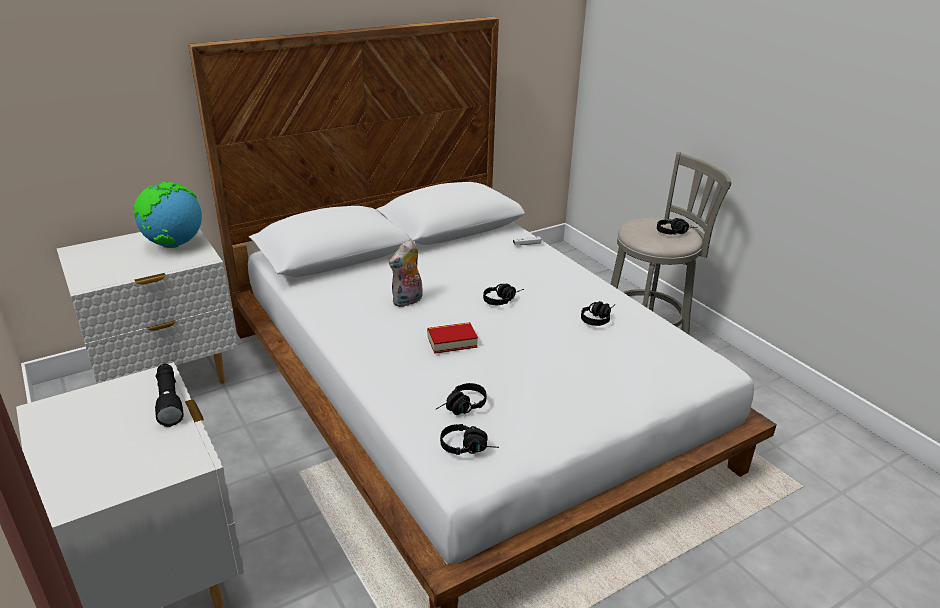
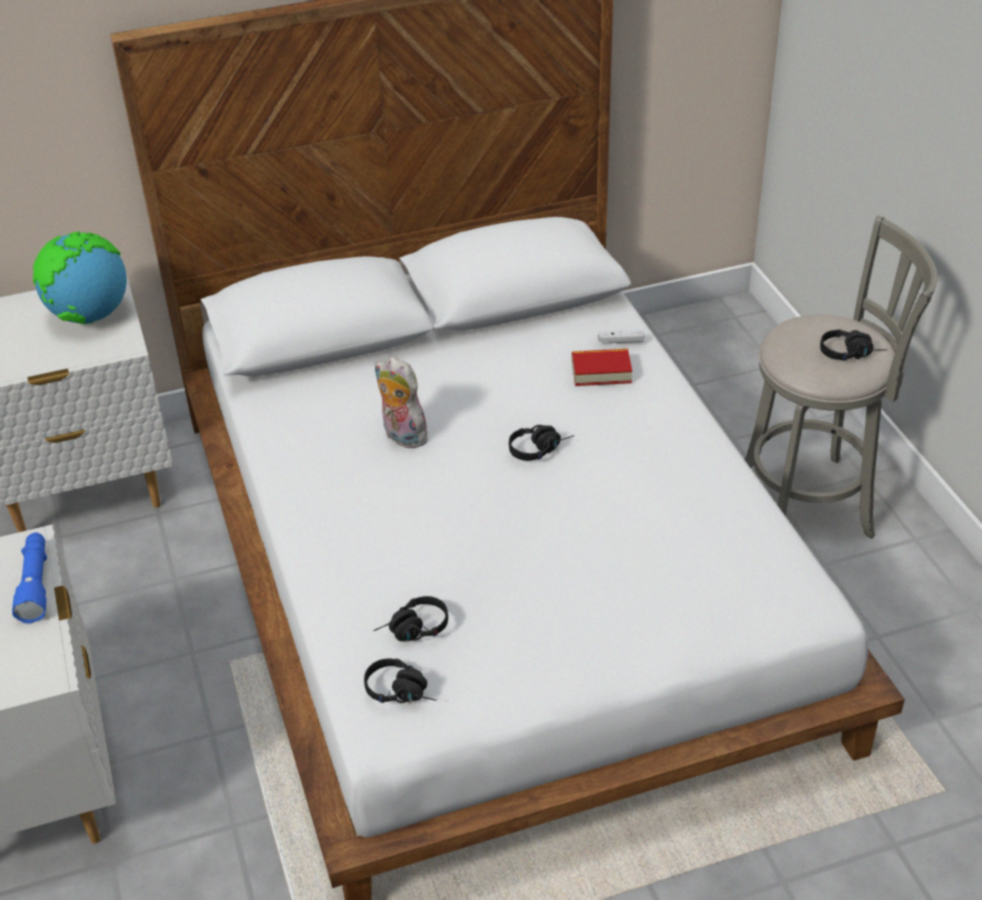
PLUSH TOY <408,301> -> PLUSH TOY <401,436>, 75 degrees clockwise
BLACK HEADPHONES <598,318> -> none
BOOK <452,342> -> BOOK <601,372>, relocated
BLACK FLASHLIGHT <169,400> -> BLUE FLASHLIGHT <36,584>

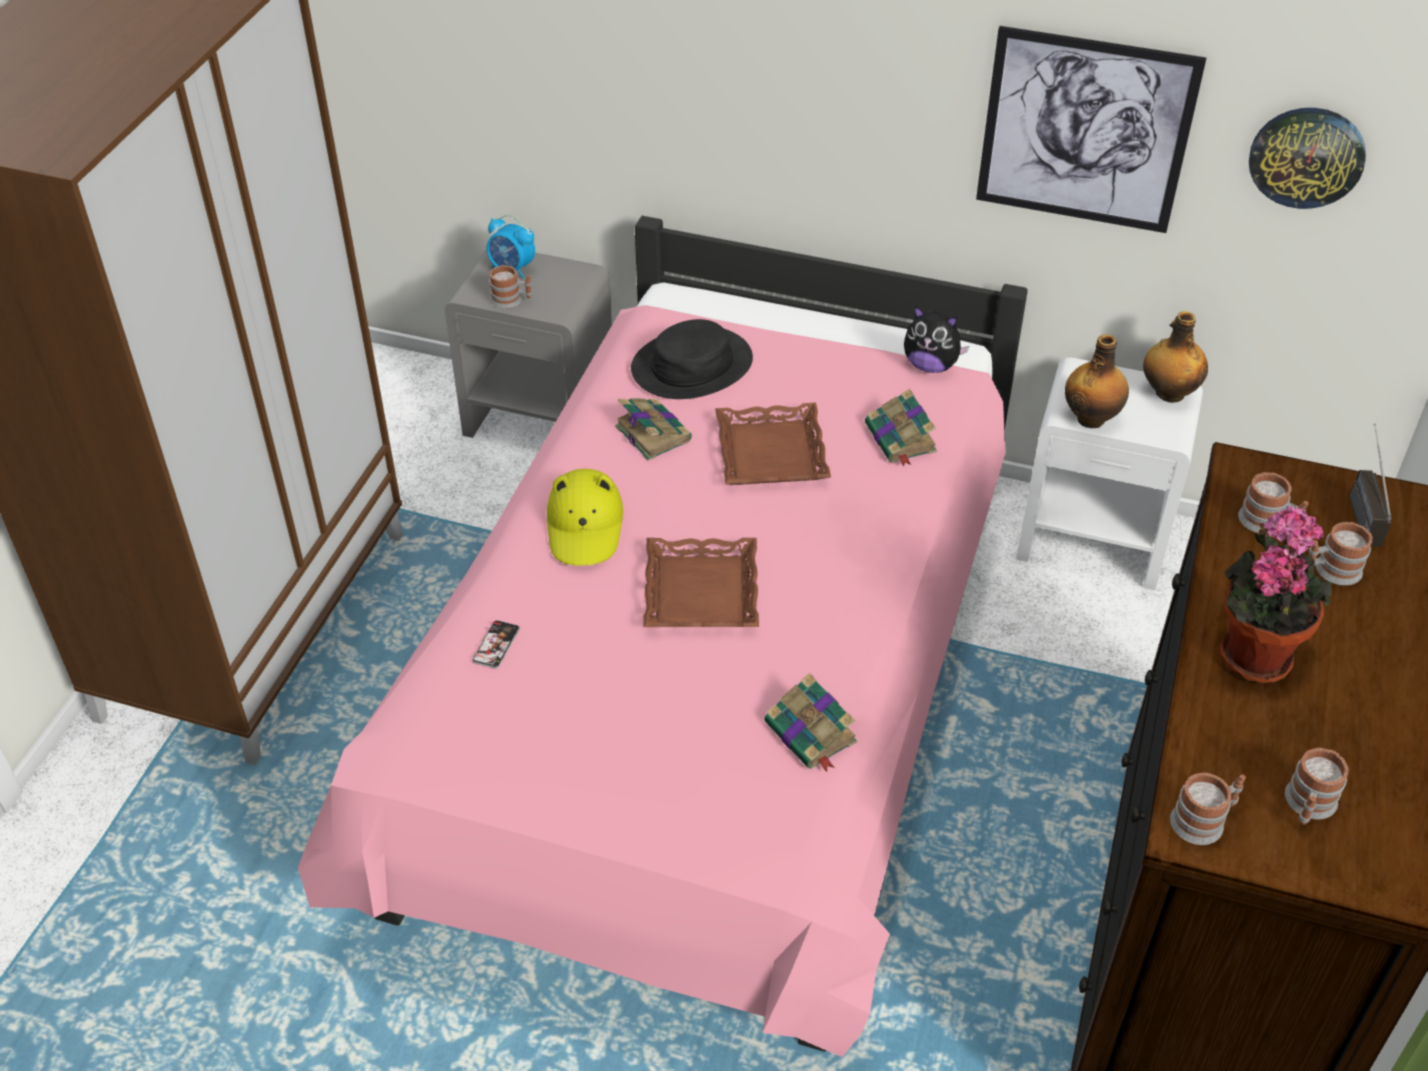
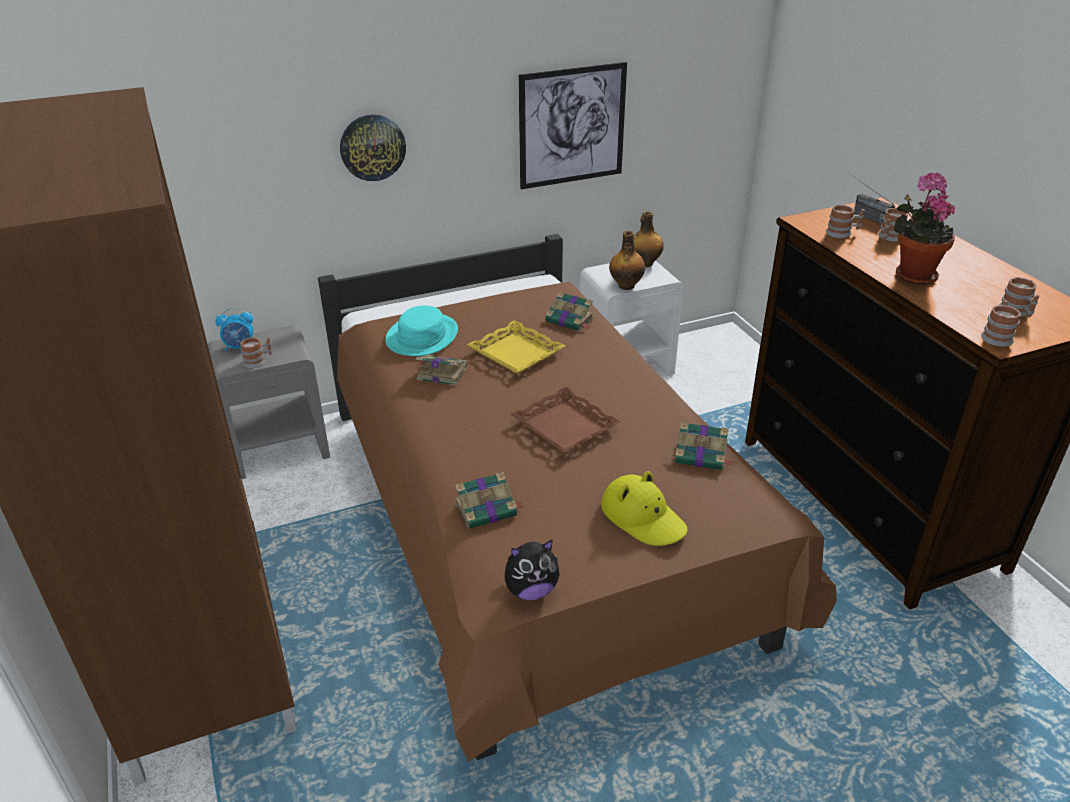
WALL CLOCK <1306,156> -> WALL CLOCK <372,147>, relocated
PINK BED <712,698> -> BROWN BED <534,527>
PLUSH TOY <931,365> -> PLUSH TOY <531,590>, relocated
BLACK HAT <691,365> -> TURQUOISE HAT <421,336>
BROWN TRAY <770,453> -> YELLOW TRAY <515,353>
YELLOW HAT <585,526> -> YELLOW HAT <643,517>, relocated
PHONE <496,645> -> BOOK <487,509>

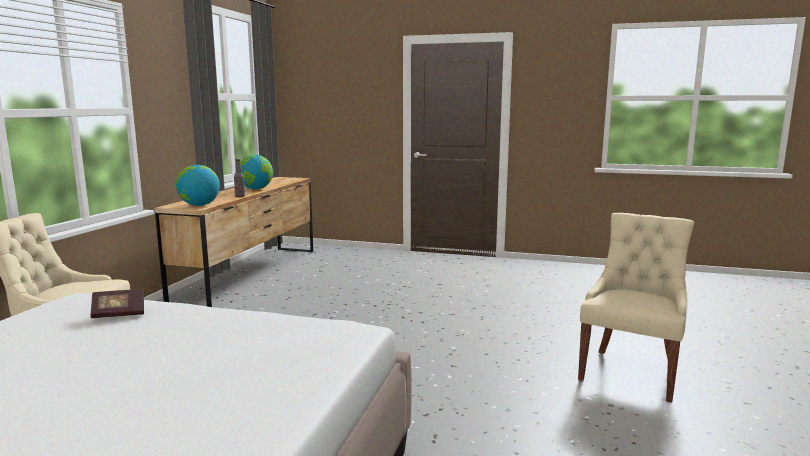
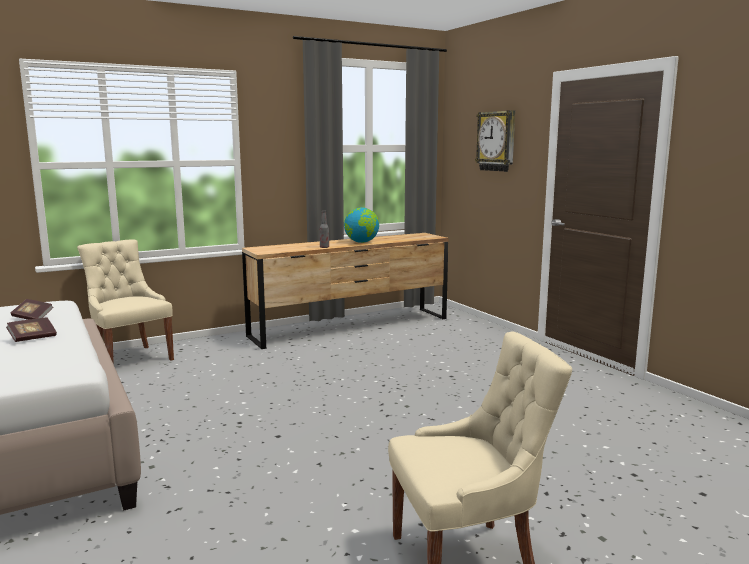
GLOBE <199,205> -> none
none -> WALL CLOCK <496,141>
none -> BOOK <32,338>

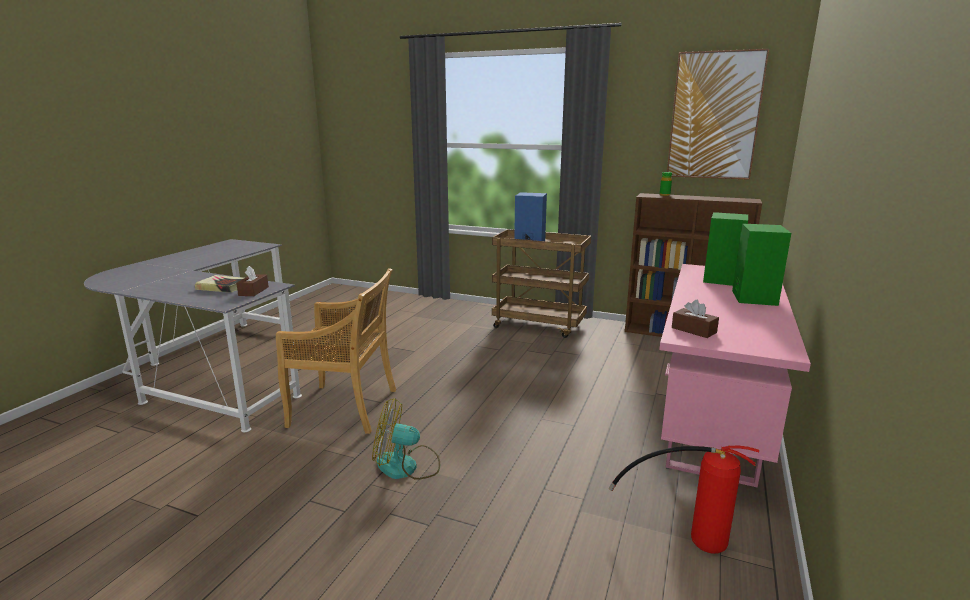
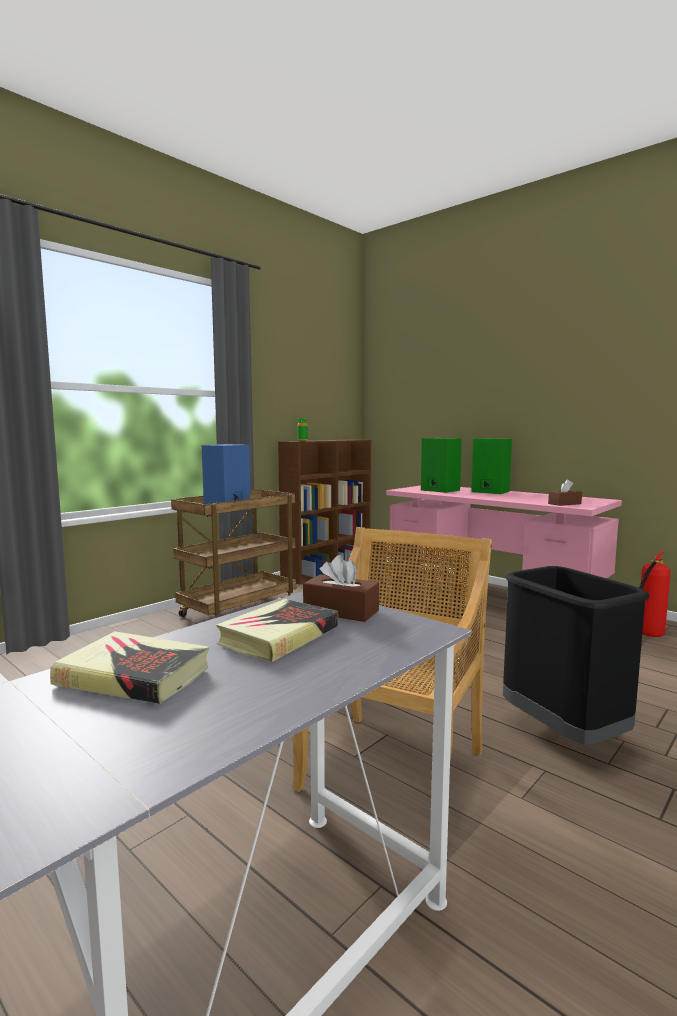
PICTURE <714,116> -> none
FAN <406,466> -> BLACK TRASH CAN <564,733>
none -> BOOK <134,676>

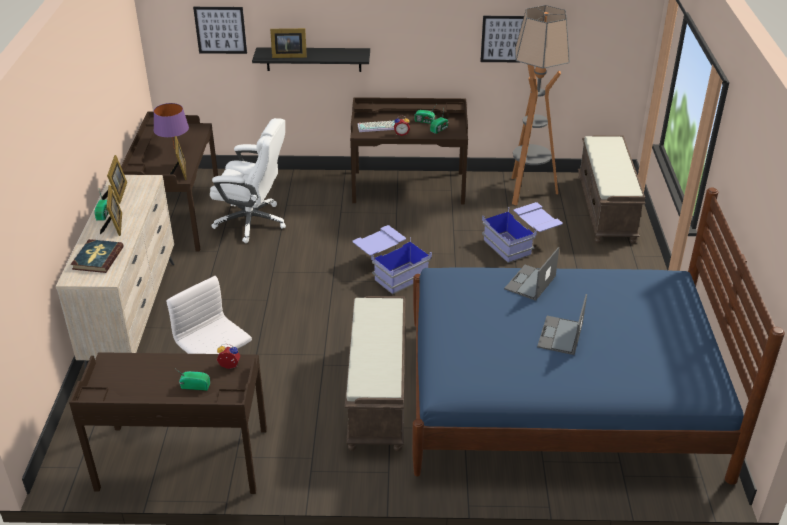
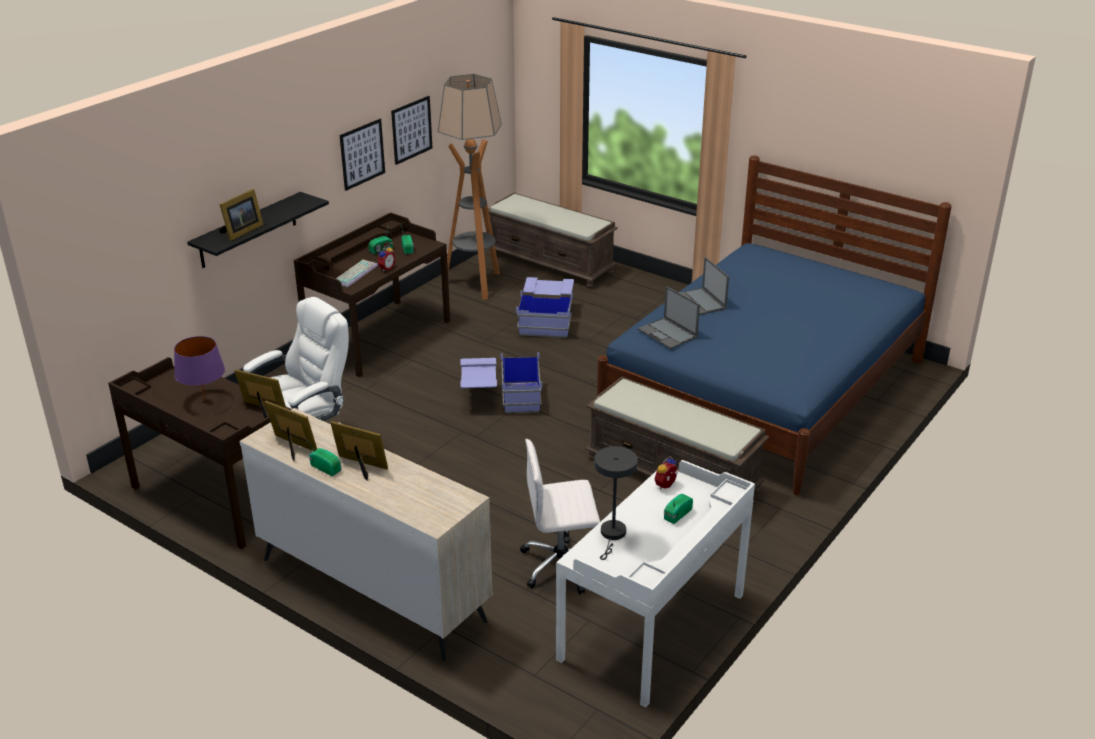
PICTURE <220,30> -> PICTURE <362,154>, relocated
BOOK <97,258> -> none
LAPTOP <560,336> -> LAPTOP <668,334>, relocated
BROWN DESK <183,460> -> WHITE DESK <653,627>
none -> GREY TABLE LAMP <612,535>

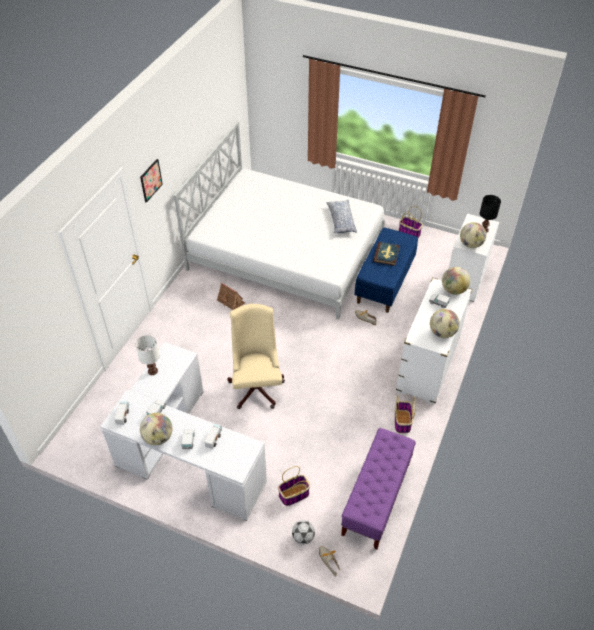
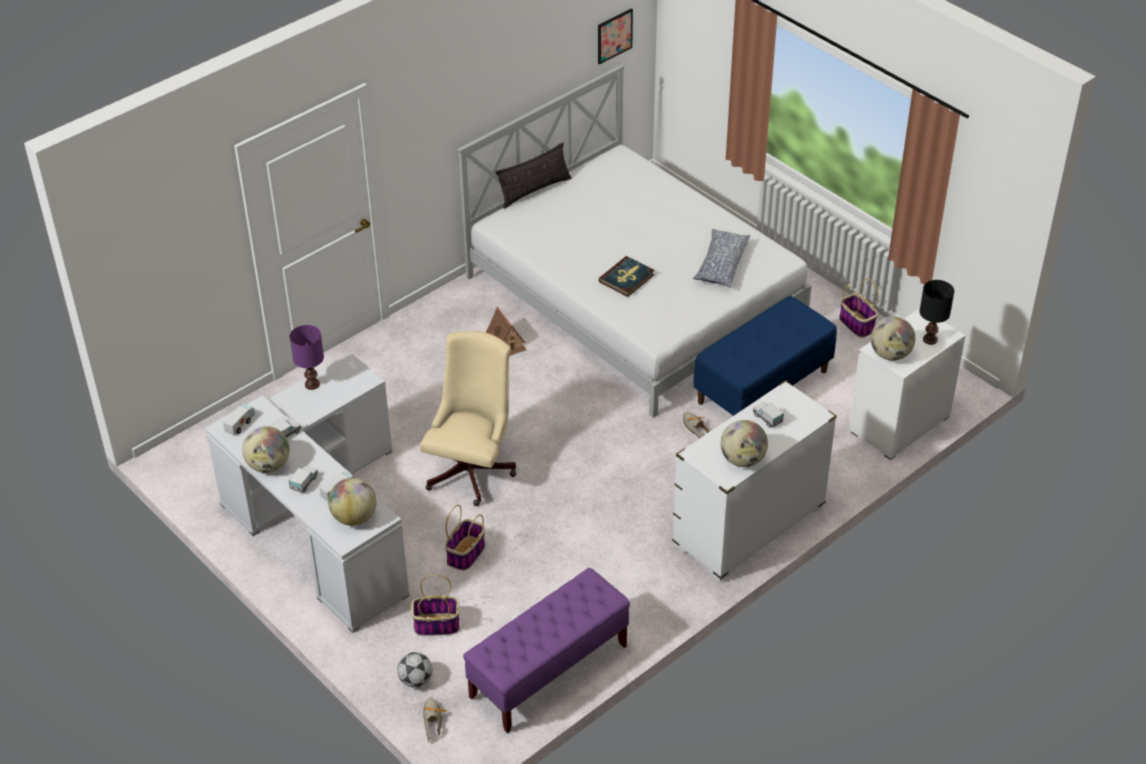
PICTURE <151,180> -> PICTURE <614,36>, relocated
BOOK <386,255> -> BOOK <627,278>, relocated
GLOBE <453,290> -> GLOBE <354,517>, relocated
WHITE TABLE LAMP <153,371> -> PURPLE TABLE LAMP <312,385>
BASKET <402,422> -> BASKET <466,554>, relocated
none -> PILLOW <534,190>

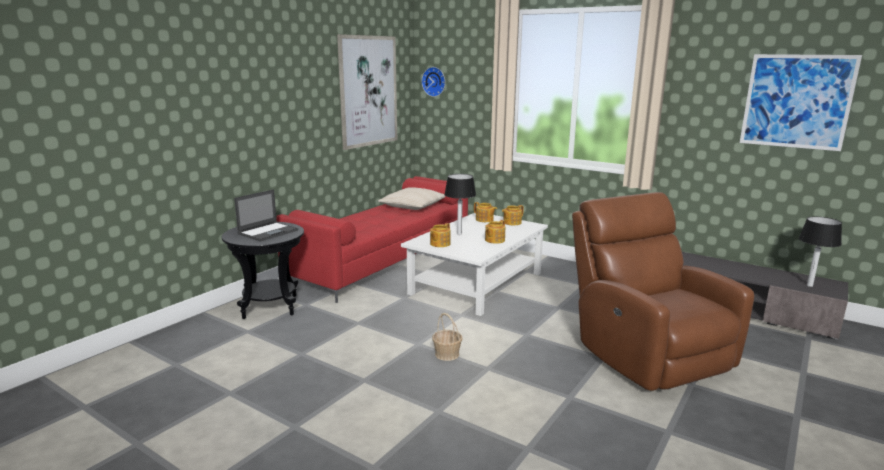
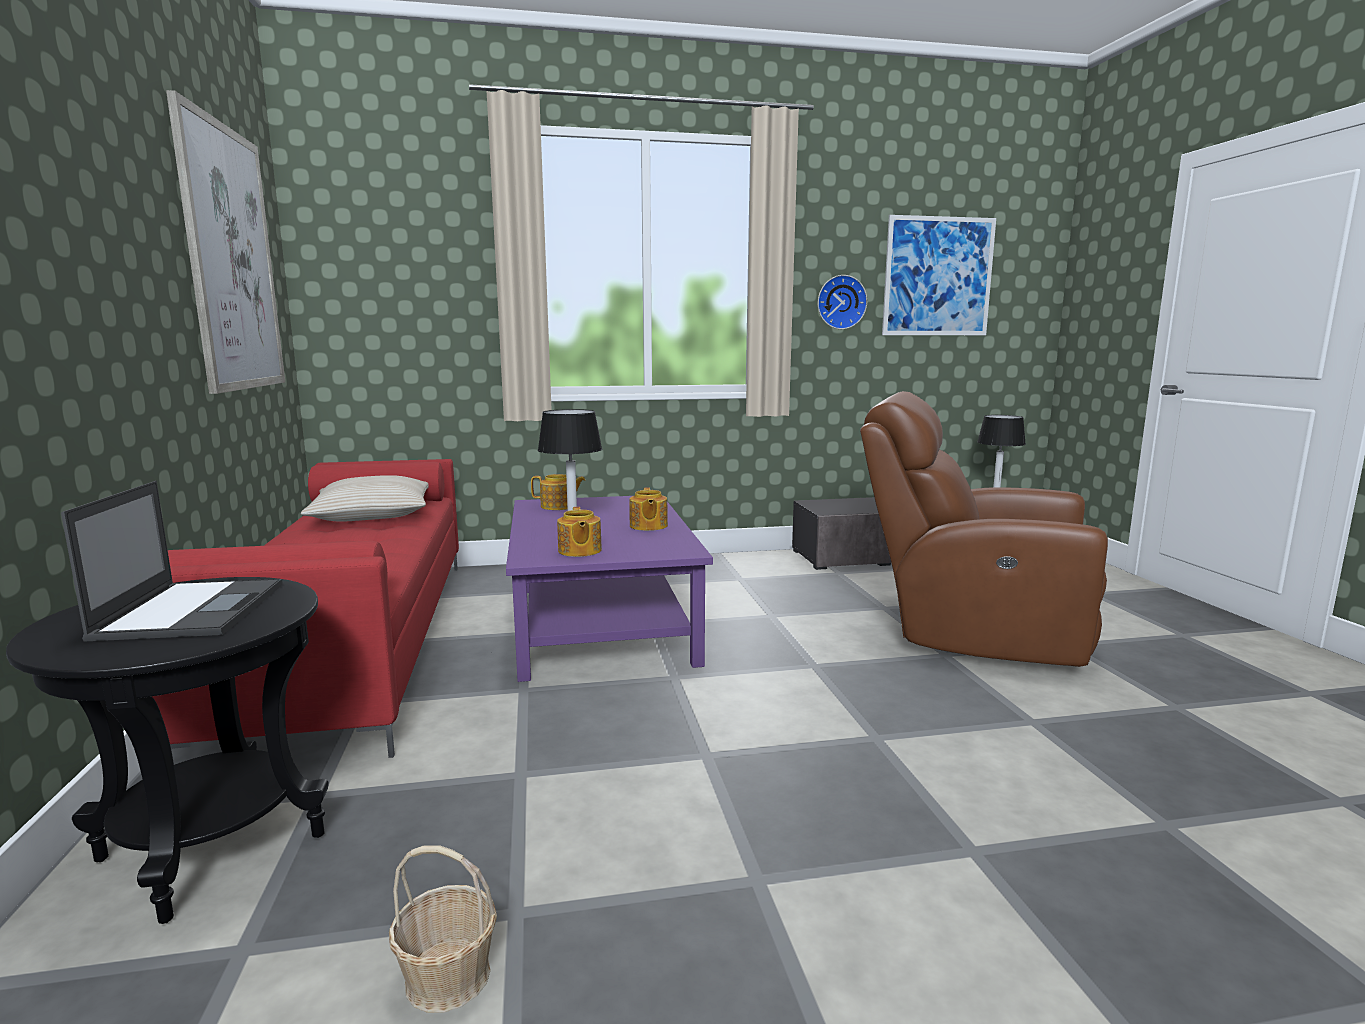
WALL CLOCK <434,81> -> WALL CLOCK <840,302>, relocated
TEAPOT <511,222> -> none
WHITE COFFEE TABLE <476,283> -> PURPLE COFFEE TABLE <600,623>
BASKET <447,354> -> BASKET <448,977>, relocated

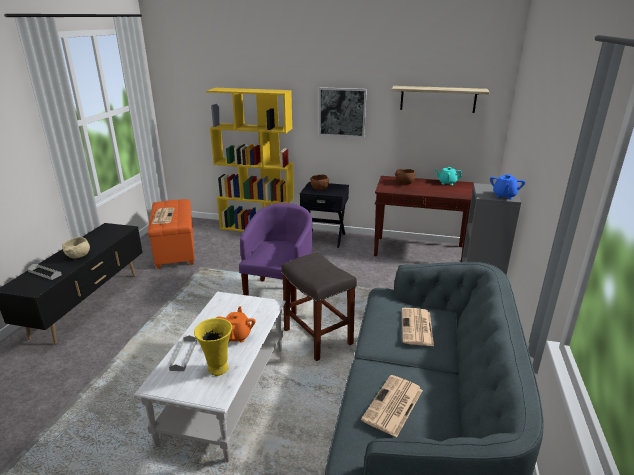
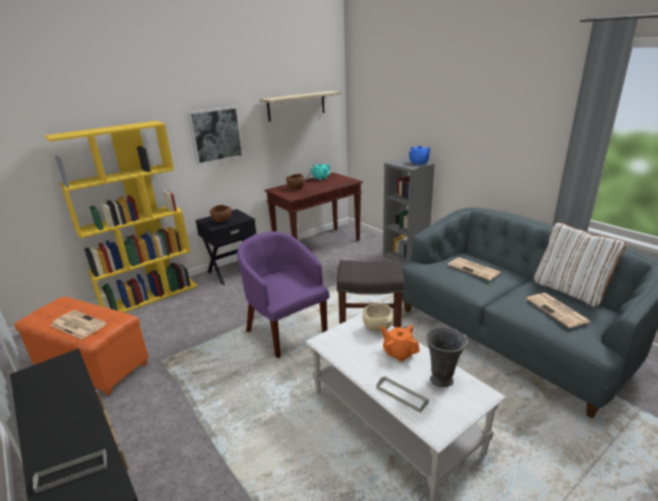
BEIGE BOWL <78,257> -> BEIGE BOWL <378,328>, relocated
YELLOW VASE <218,369> -> GREY VASE <442,380>
none -> WHITE PILLOW <569,291>

